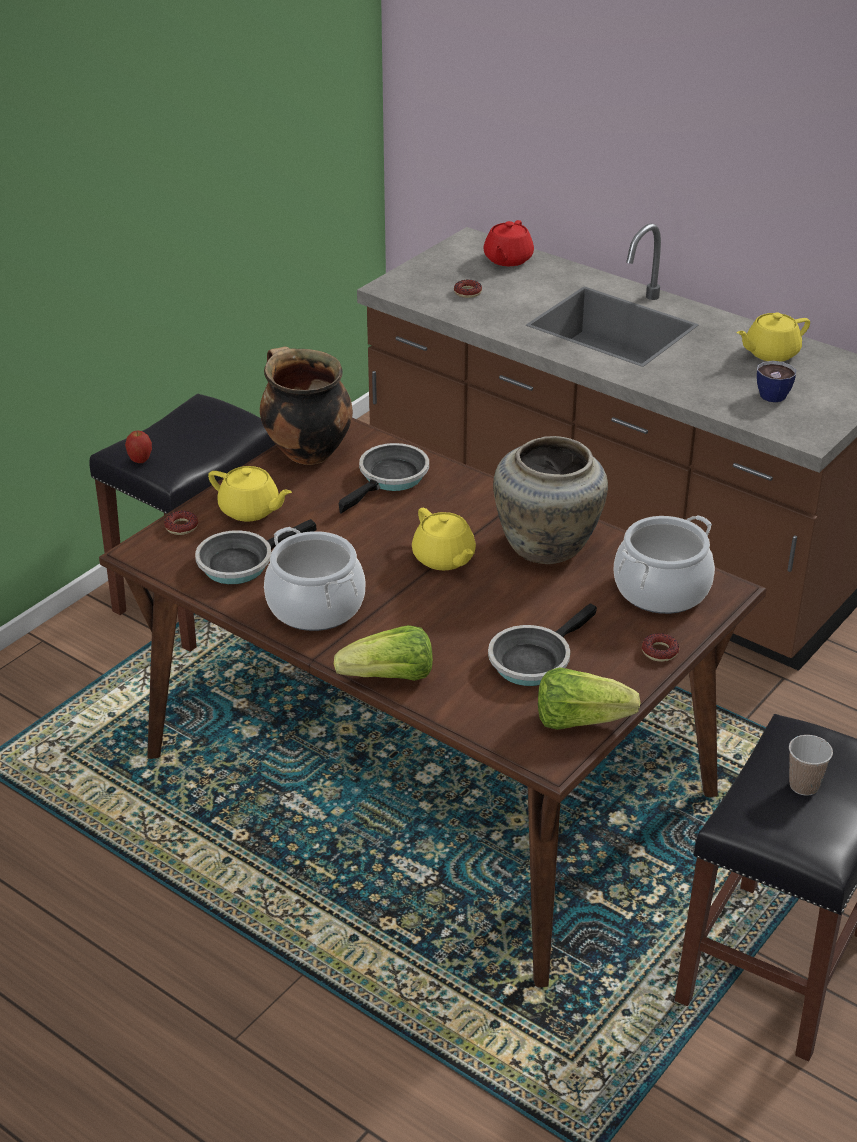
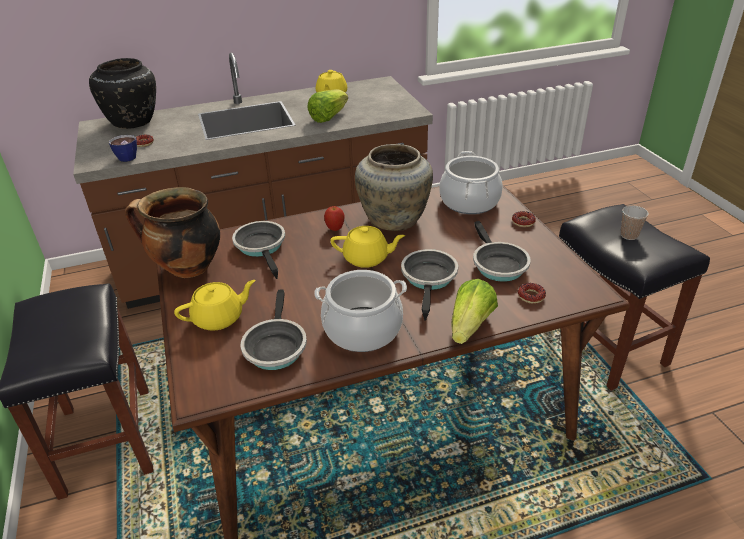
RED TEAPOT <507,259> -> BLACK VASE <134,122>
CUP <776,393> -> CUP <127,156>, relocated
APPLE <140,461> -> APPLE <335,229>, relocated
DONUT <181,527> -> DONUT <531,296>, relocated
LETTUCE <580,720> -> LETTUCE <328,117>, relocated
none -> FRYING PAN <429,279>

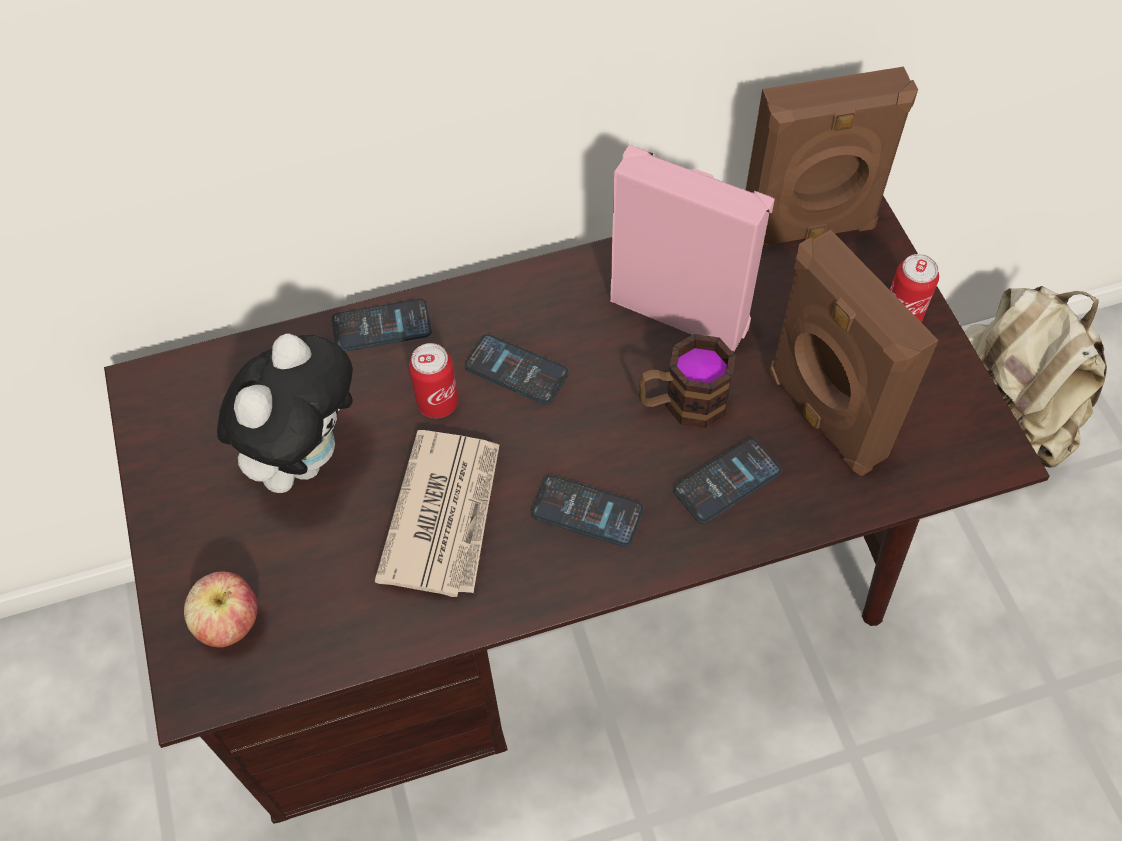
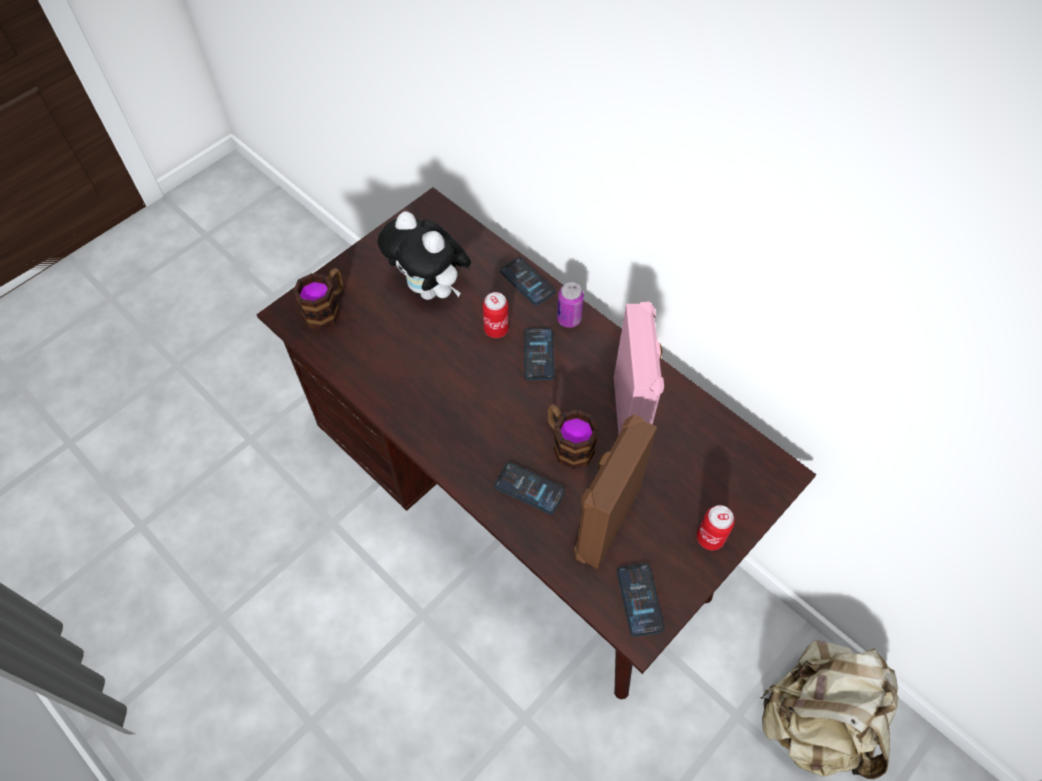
BROWN SPEAKER <808,230> -> none
PLUSH TOY <305,456> -> PLUSH TOY <431,290>, 45 degrees clockwise
NEWSPAPER <445,514> -> none
PHONE <587,511> -> PHONE <640,599>, relocated
APPLE <230,623> -> MUG <327,308>
none -> CAN <569,319>

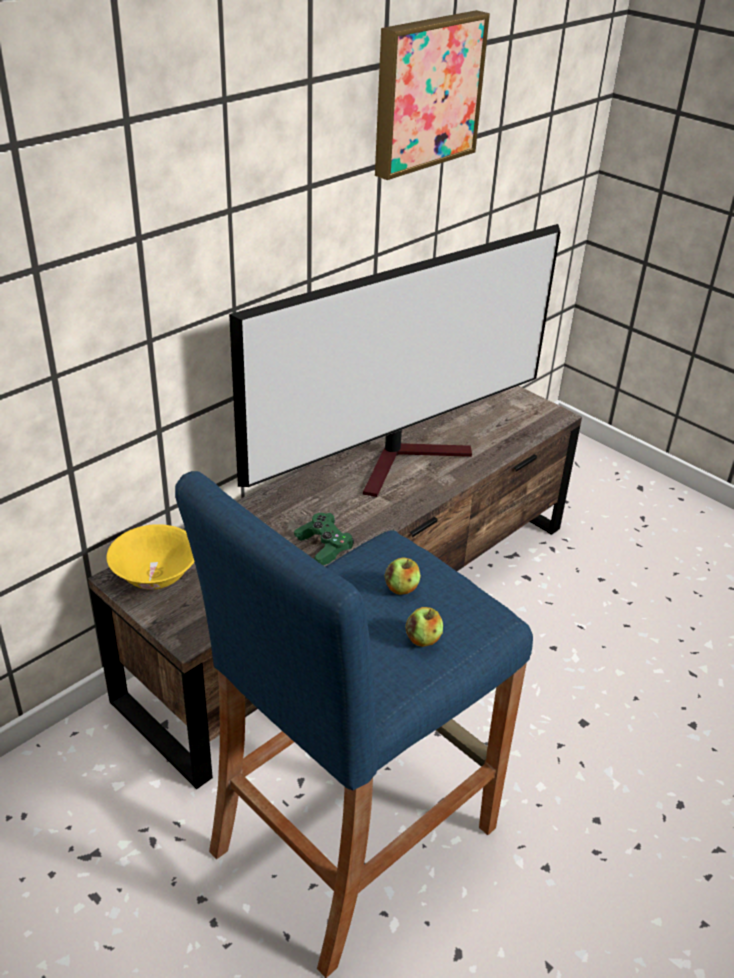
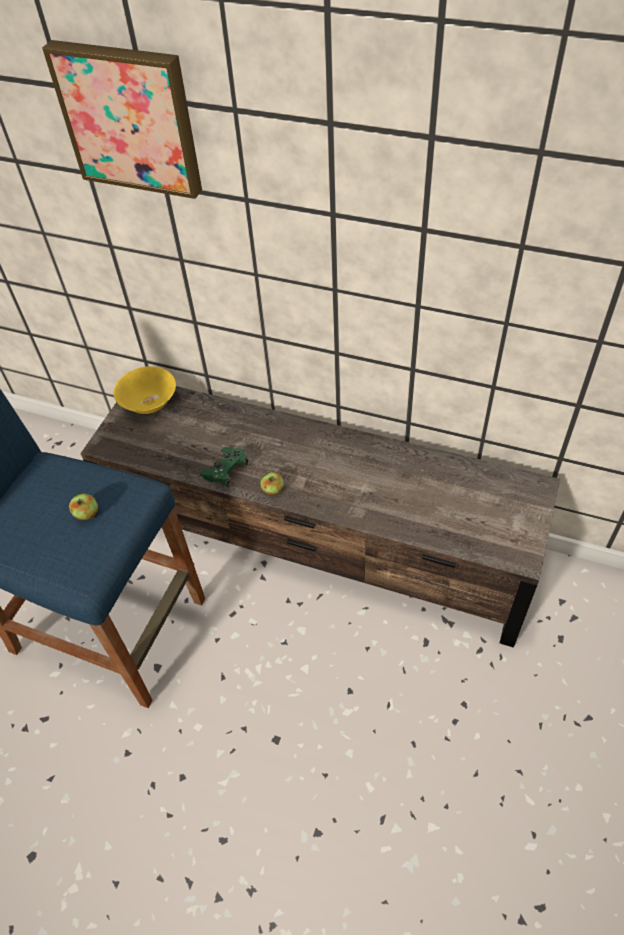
PICTURE <425,93> -> PICTURE <130,118>, relocated
TELEVISION <408,459> -> none
APPLE <423,639> -> APPLE <273,490>, relocated

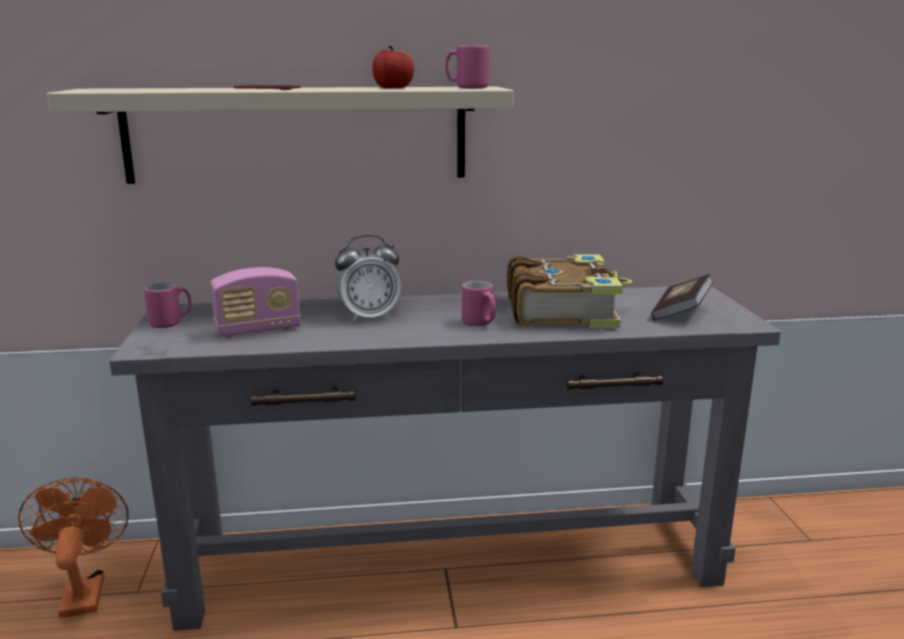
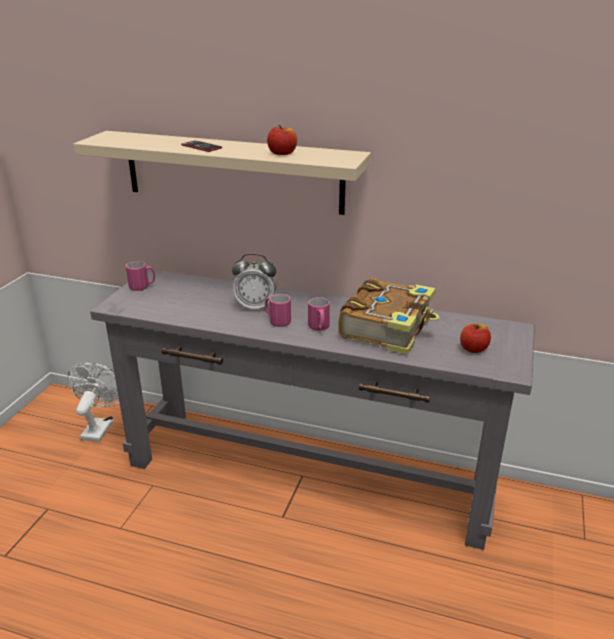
PINK MUG <466,88> -> PINK MUG <277,321>, relocated
RADIO <258,330> -> none
BOOK <681,312> -> APPLE <473,349>
ORANGE FAN <83,591> -> WHITE FAN <99,427>

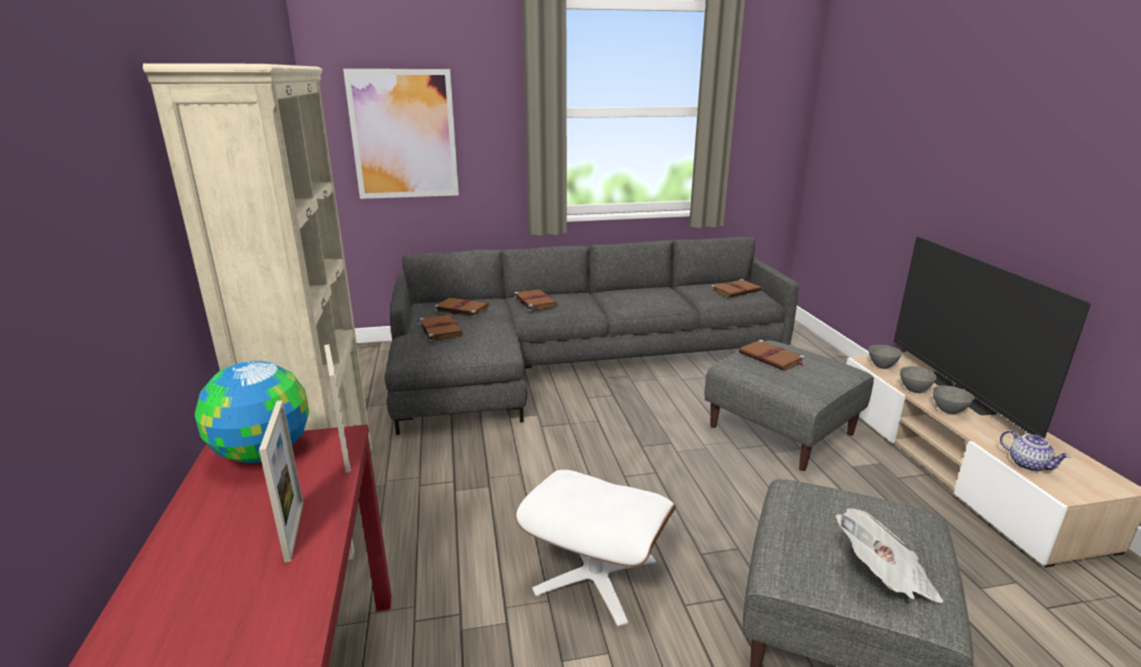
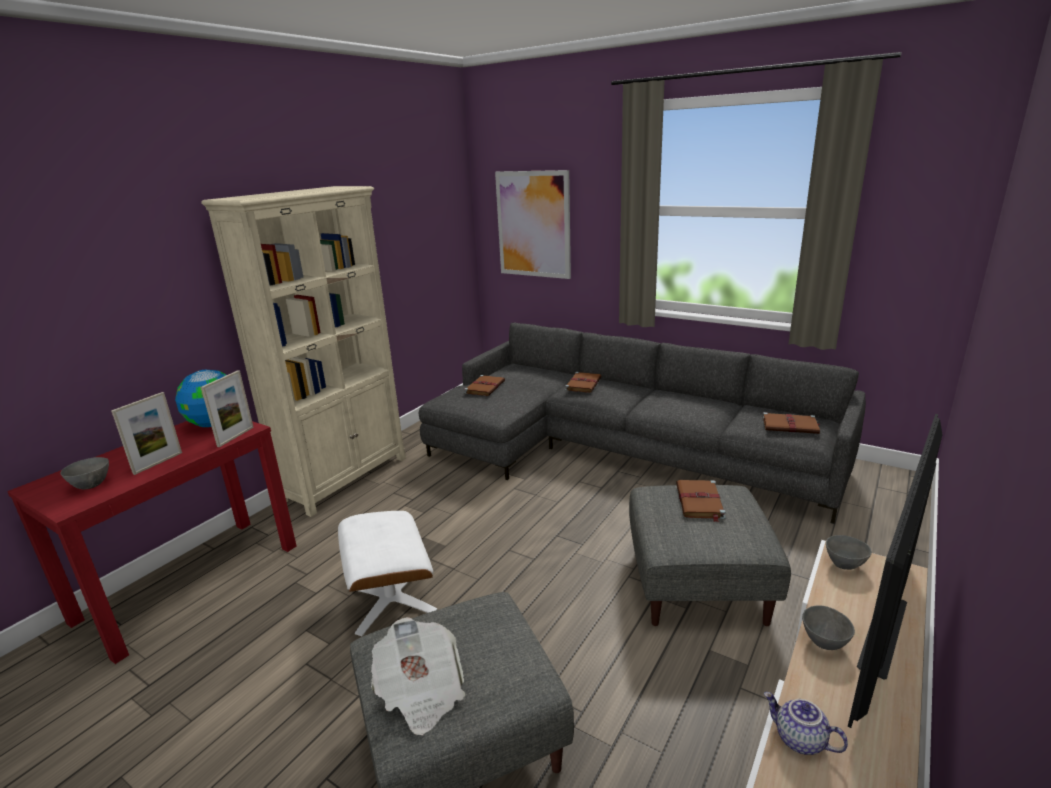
BROWN BOOK <461,309> -> none
GREY BOWL <913,390> -> GREY BOWL <92,485>, relocated
TEAPOT <1028,464> -> TEAPOT <799,740>, 120 degrees clockwise

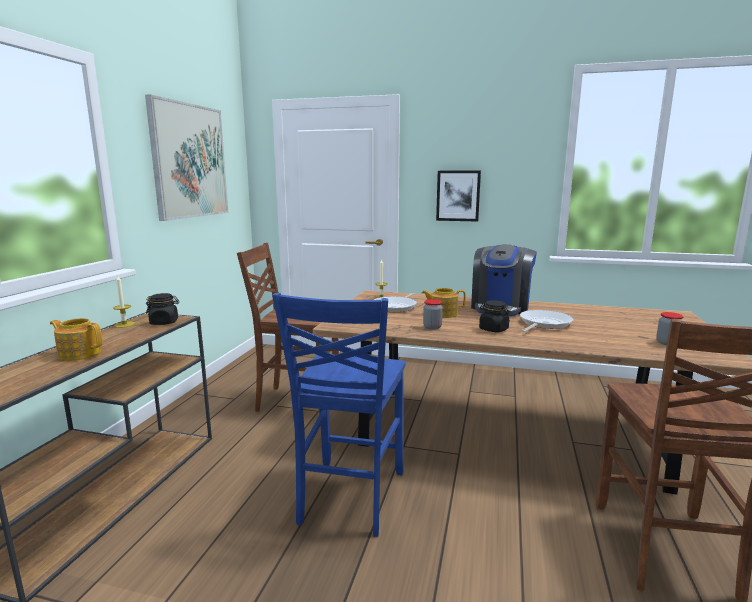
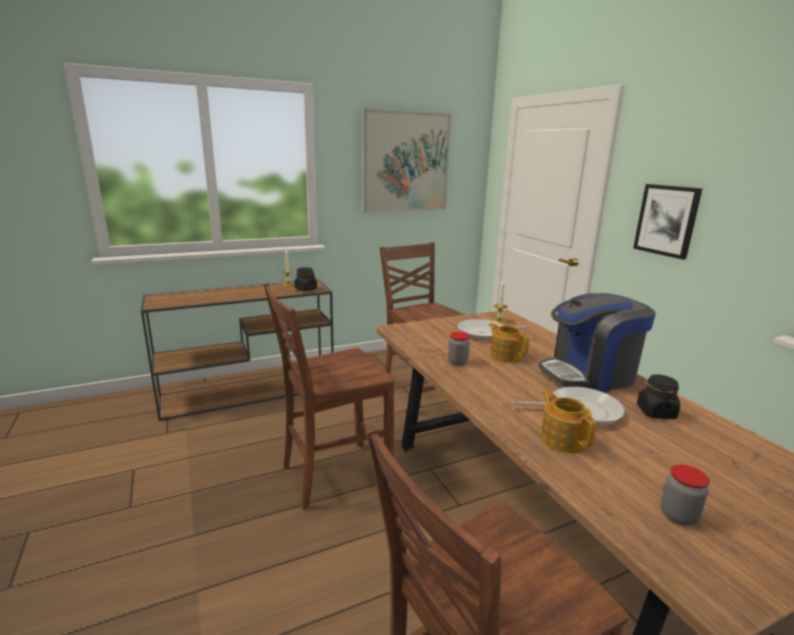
BLUE CHAIR <349,498> -> BROWN CHAIR <333,475>
BLACK JAR <493,329> -> BLACK JAR <655,412>, relocated
TEAPOT <79,354> -> TEAPOT <563,439>, relocated

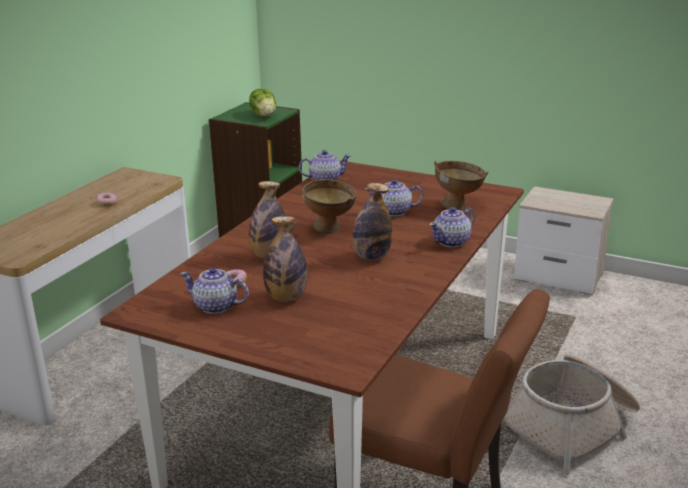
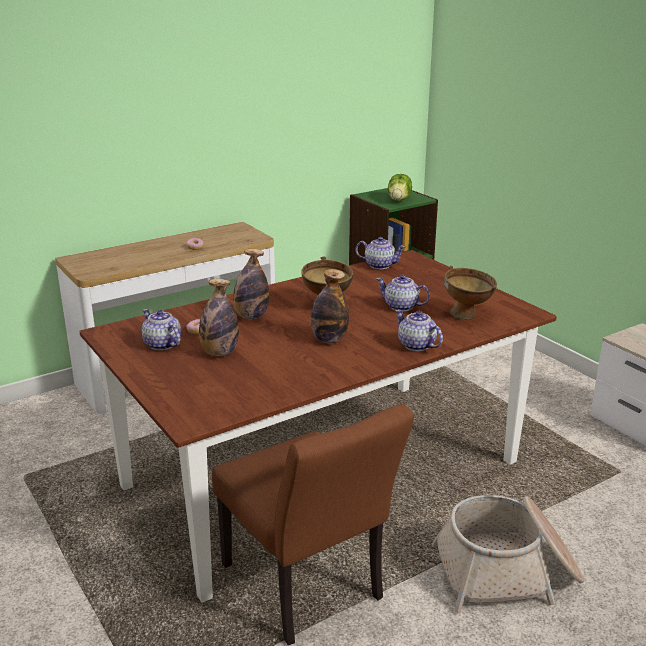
TEAPOT <452,242> -> TEAPOT <416,345>, 60 degrees clockwise

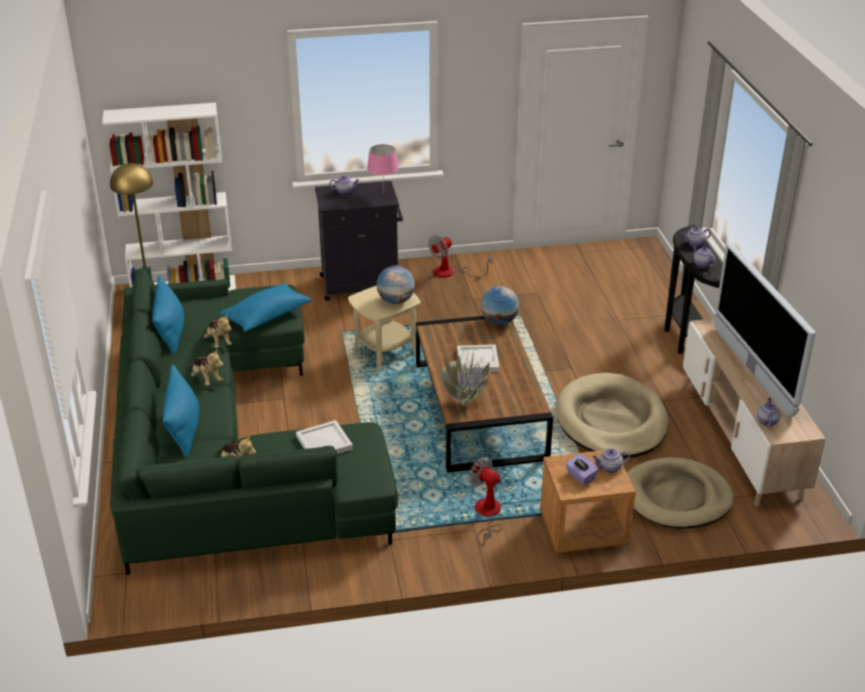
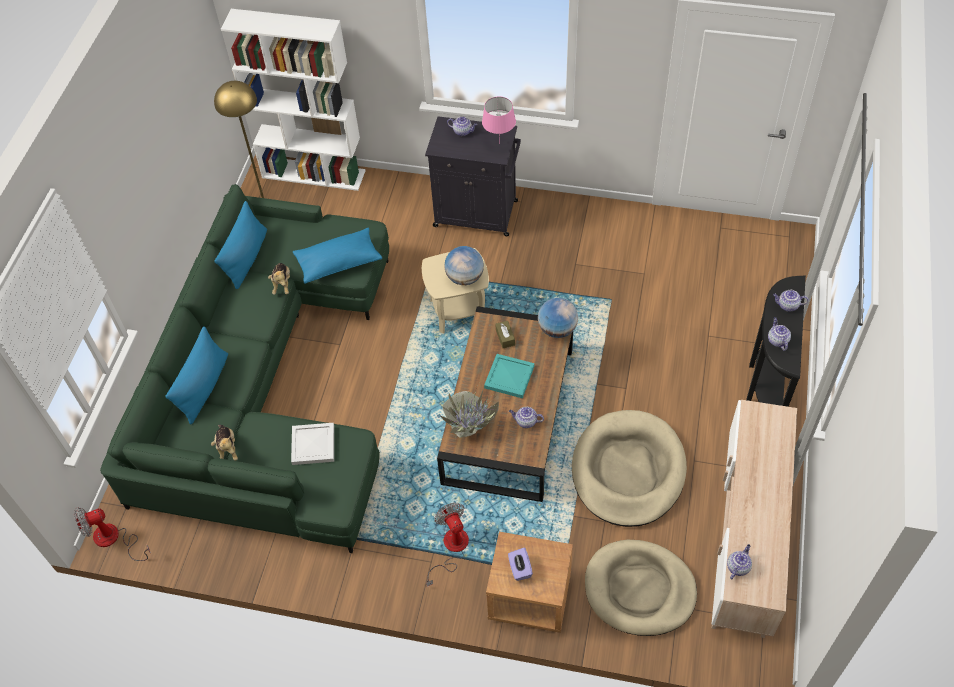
FAN <451,272> -> FAN <114,539>, relocated
TELEVISION <752,371> -> none
WHITE TRAY <478,361> -> TURQUOISE TRAY <509,378>
PLUSH TOY <206,379> -> none
TEAPOT <609,468> -> TEAPOT <525,421>, relocated
none -> BROWN TISSUE BOX <505,337>

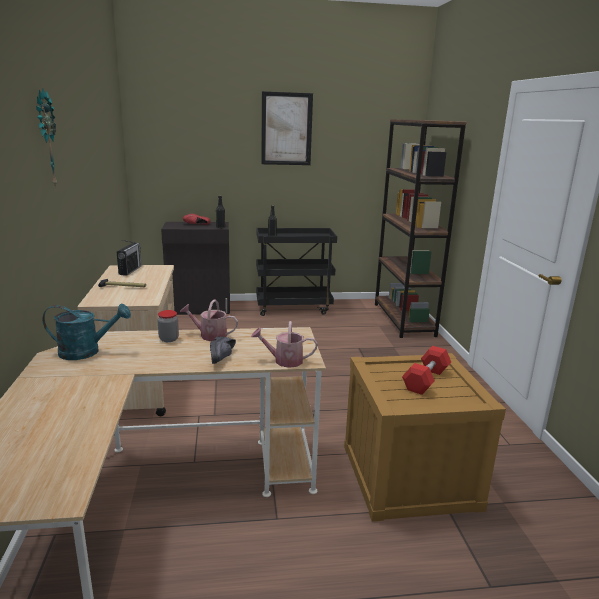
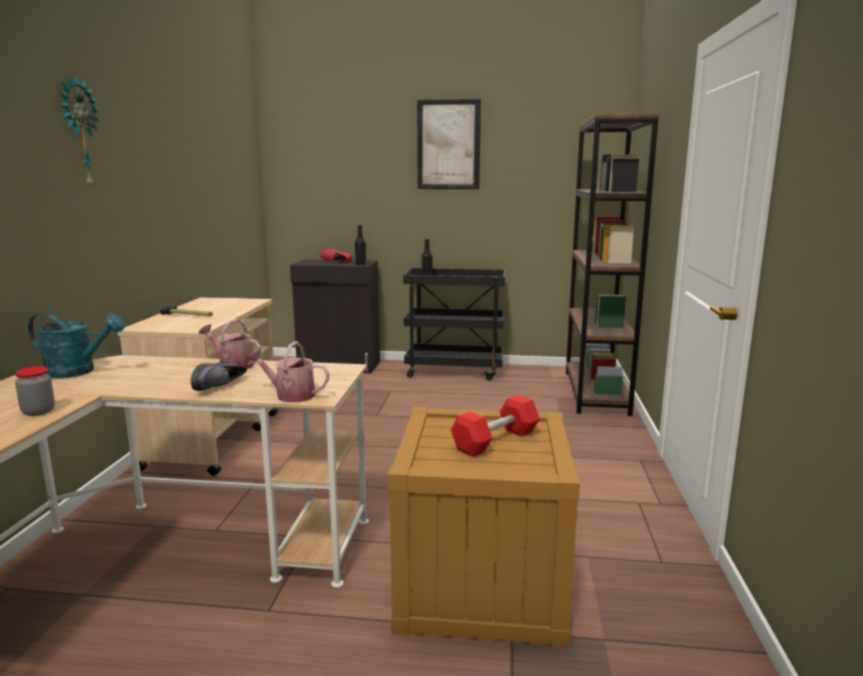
RADIO <130,270> -> none
JAR <169,339> -> JAR <38,411>, relocated

